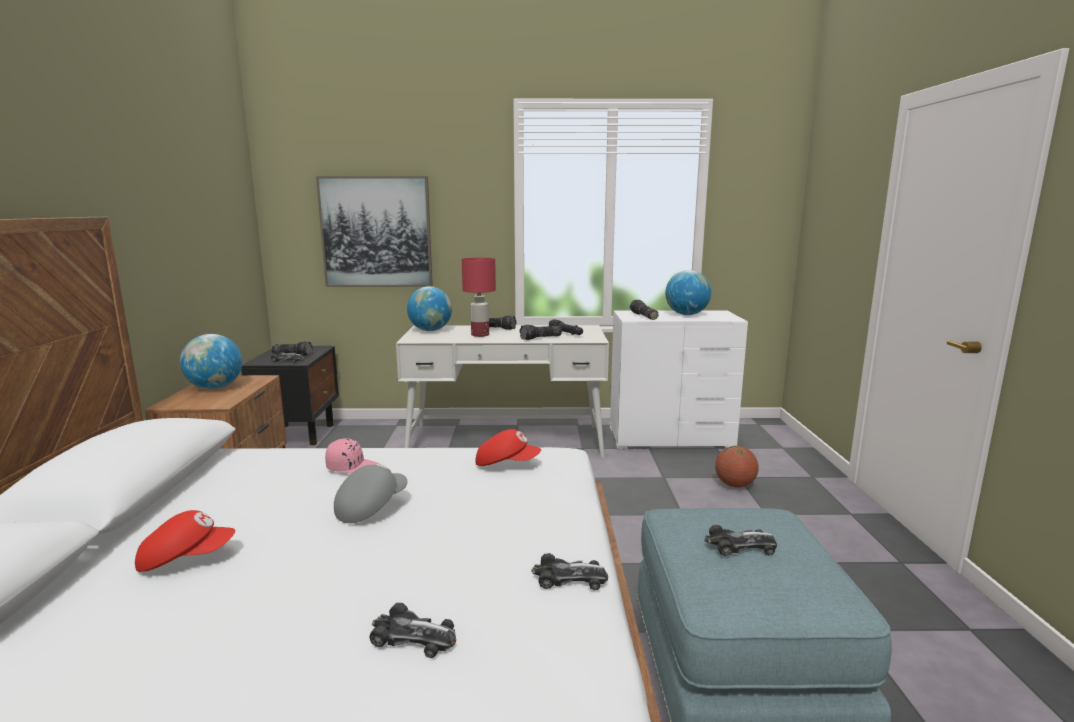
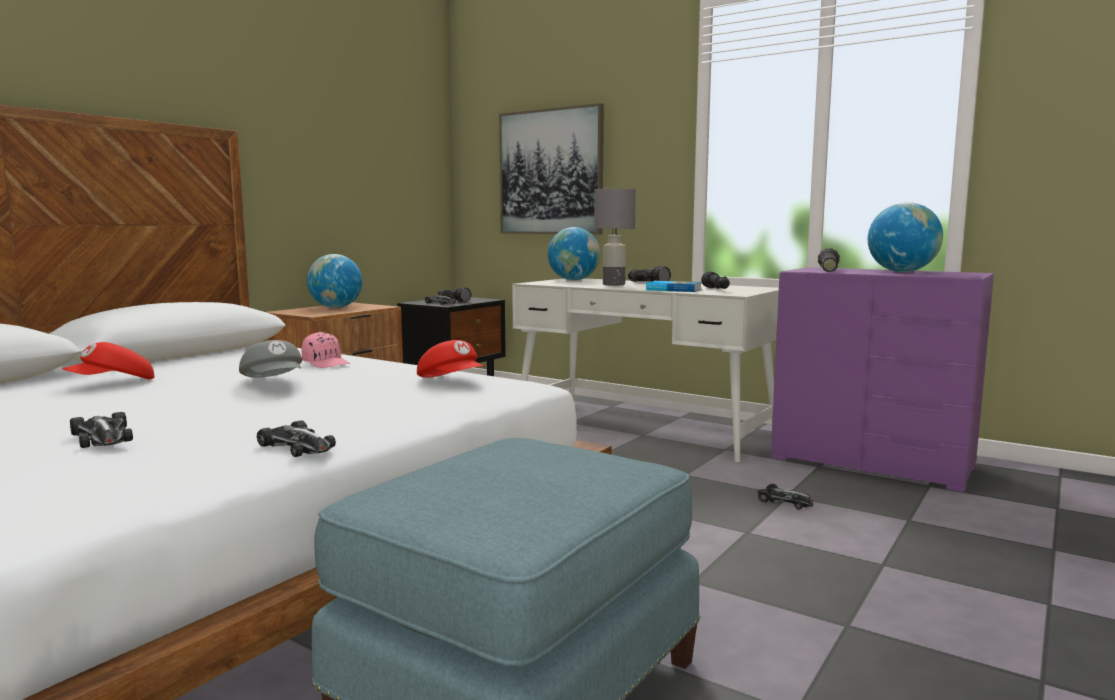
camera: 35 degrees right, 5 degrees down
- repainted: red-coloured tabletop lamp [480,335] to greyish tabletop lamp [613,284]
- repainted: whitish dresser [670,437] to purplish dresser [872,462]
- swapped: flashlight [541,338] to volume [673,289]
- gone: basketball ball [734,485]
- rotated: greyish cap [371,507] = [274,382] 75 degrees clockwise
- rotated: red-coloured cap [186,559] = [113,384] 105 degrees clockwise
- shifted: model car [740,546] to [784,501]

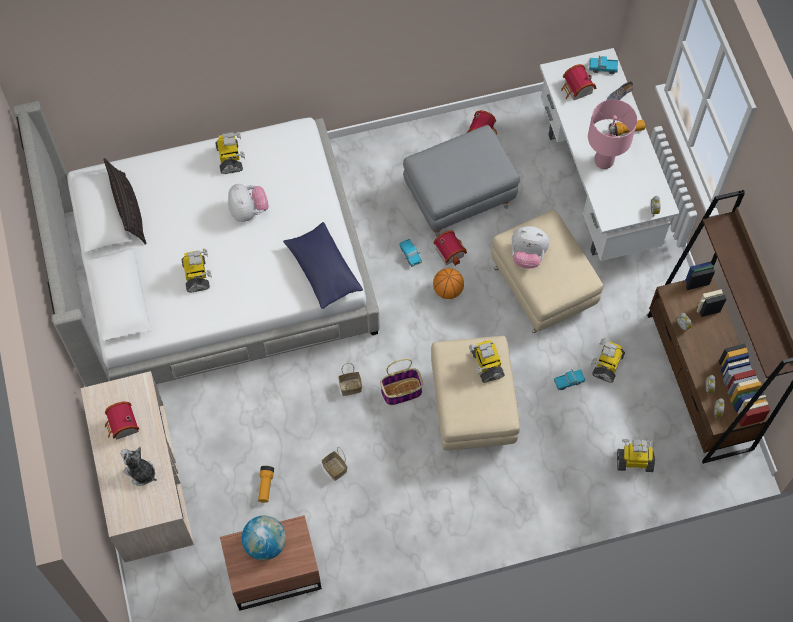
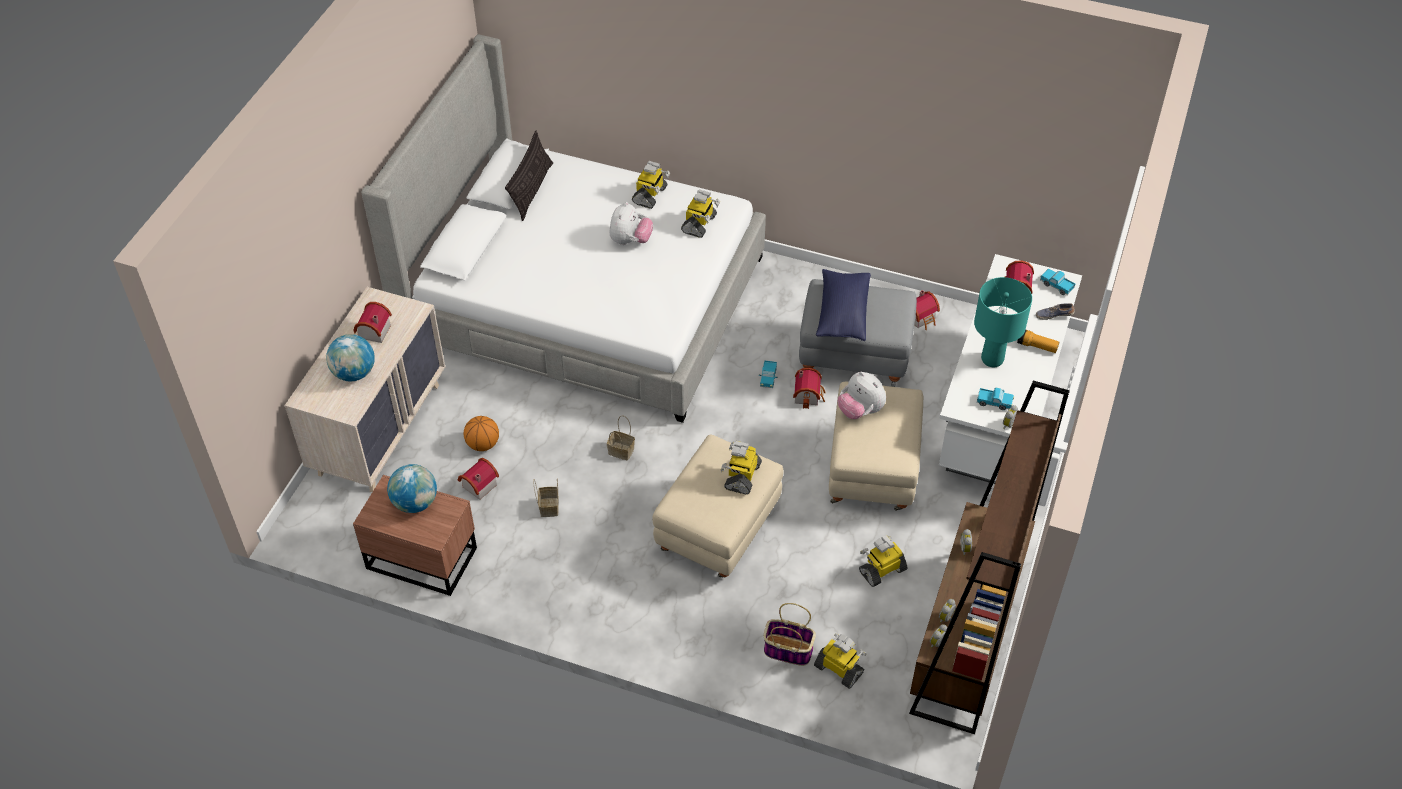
camera: 35 degrees right, 15 degrees down
- repainted: pink tabletop lamp [603,161] to turquoise-coloured tabletop lamp [991,359]
- shifted: blue-coloured throw pillow [323,271] to [842,313]
- shifted: toy robot [197,275] to [699,224]
- shifted: basketball ball [448,290] to [483,444]
- shifted: household basket [401,392] to [787,650]
- shifted: toy truck [569,381] to [994,403]
- swapped: cuddly toy [140,472] to desk globe [354,373]
- swapped: flashlight [265,486] to model house [477,485]

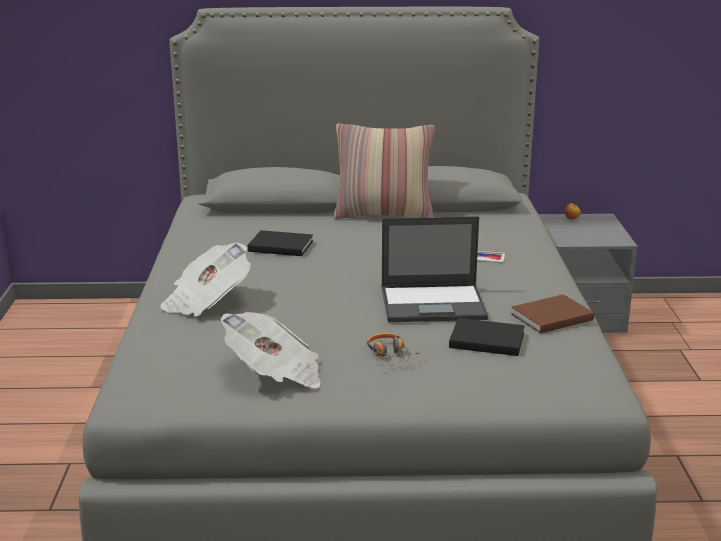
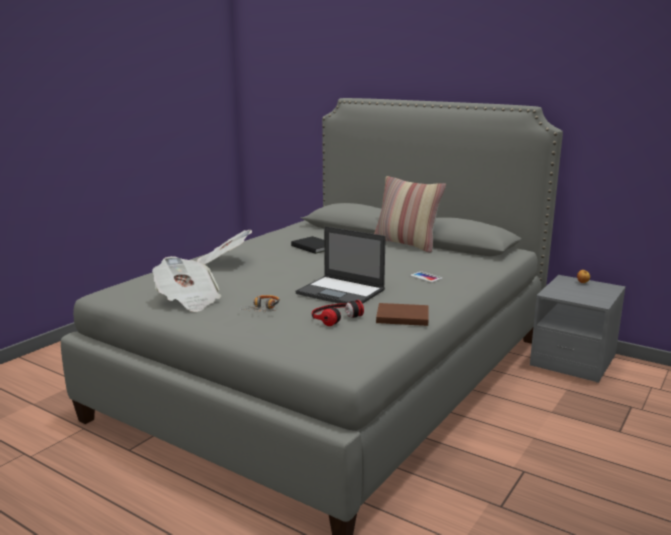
camera: 35 degrees right, 5 degrees down
- swapped: black-coloured volume [485,339] to headphones [334,316]

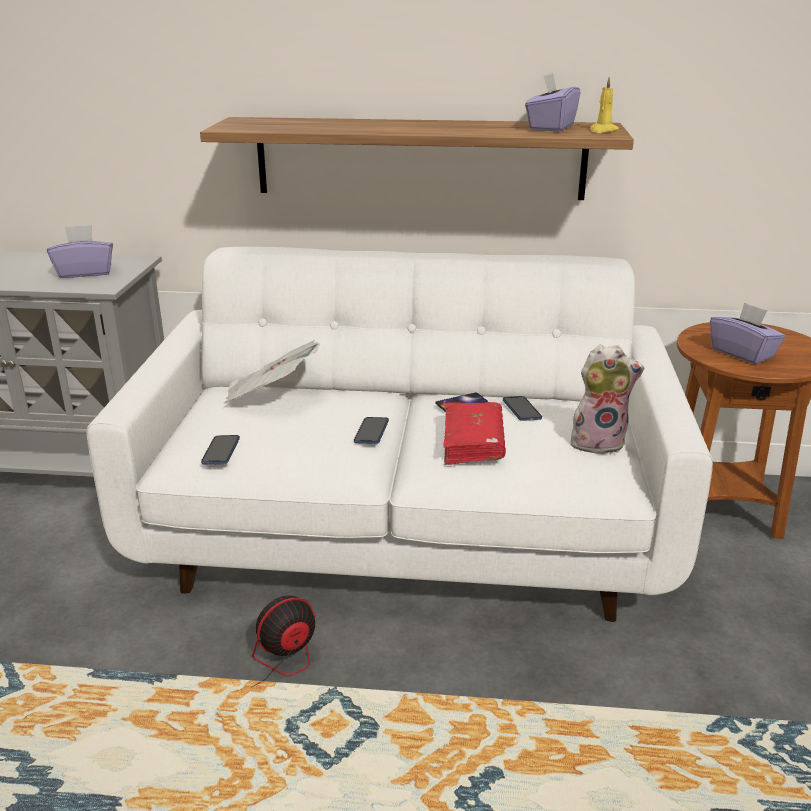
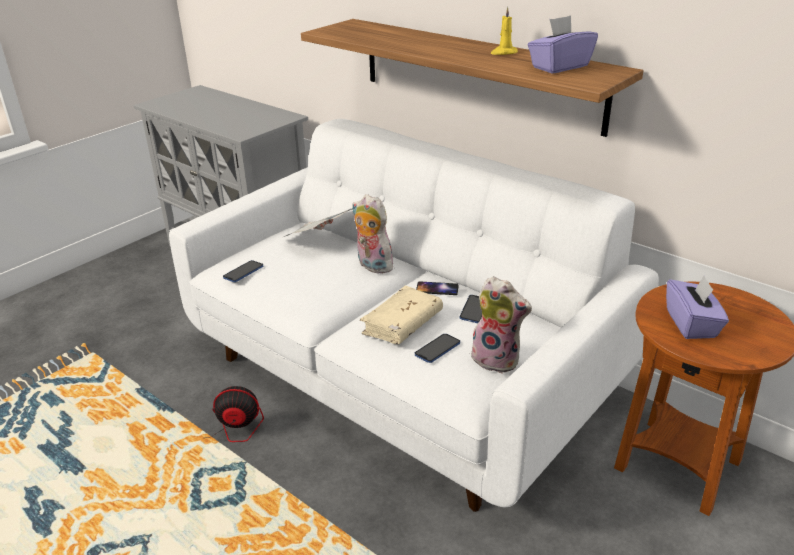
camera: 35 degrees right, 5 degrees up
- shifted: yellow-coloured wax candle [602,131] to [503,53]
- gone: purplish tissue box [85,272]
- repainted: red-coloured volume [473,443] to sand-coloured volume [402,324]
- shifted: telephone [371,432] to [437,349]
- new: cuddly toy [372,266]

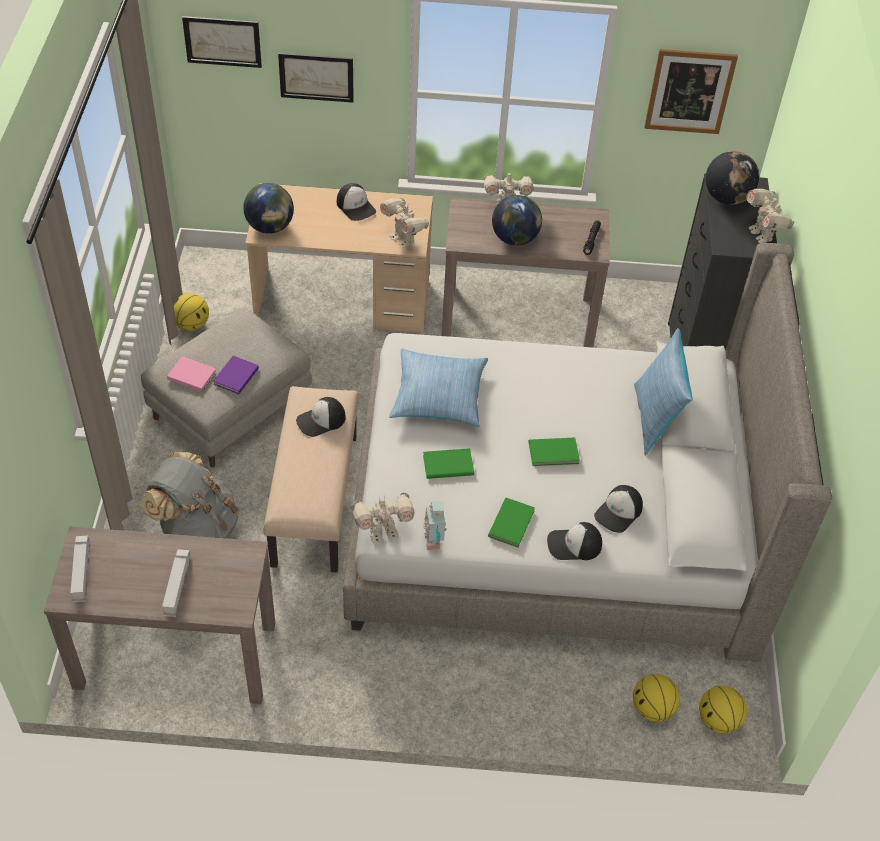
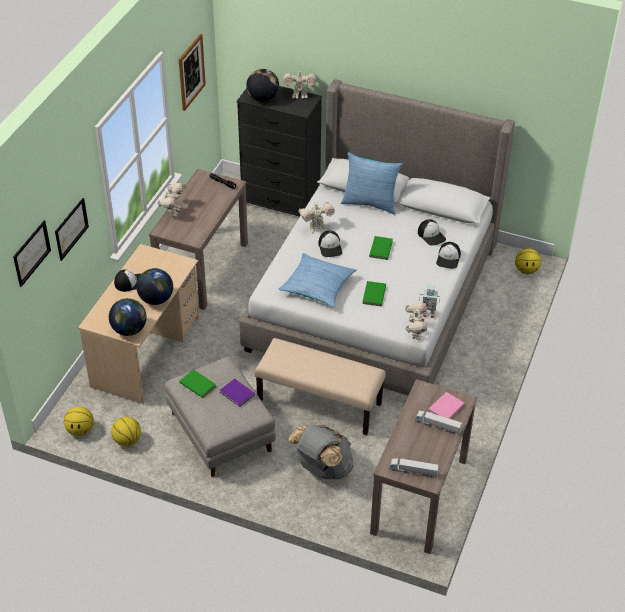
camera: 70 degrees left, 5 degrees down
- shifted: desk globe [515,238] to [156,299]
- shifted: toy robot [403,239] to [316,227]
- shifted: pink volume [191,374] to [445,408]
- shifted: cap [321,420] to [330,247]
- shifted: green-coloured volume [512,523] to [198,384]
- shifted: basketball ball [652,709] to [80,430]

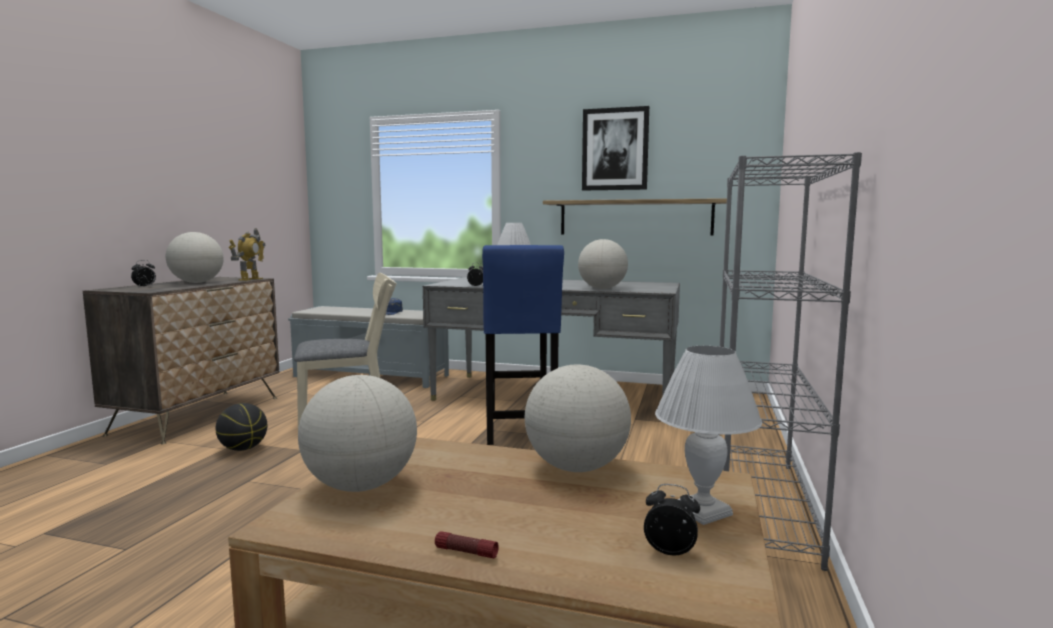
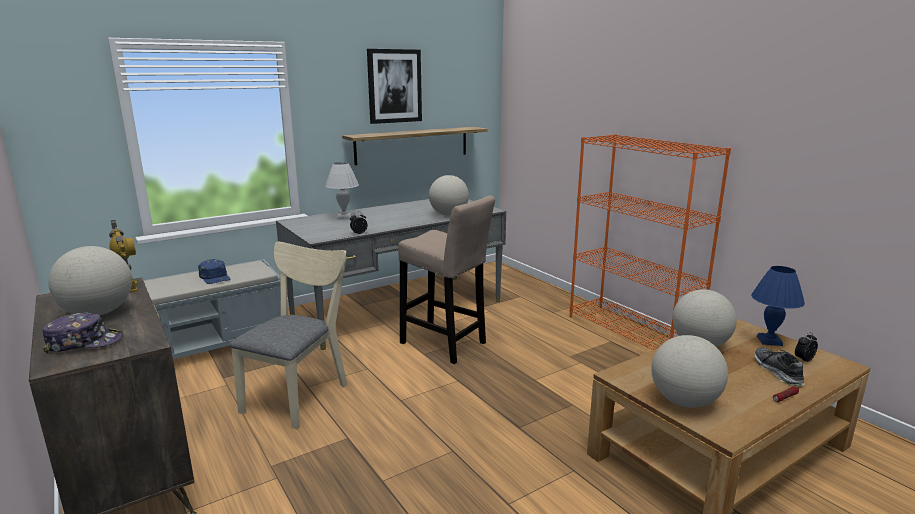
camera: 50 degrees left, 10 degrees up
- repainted: greyish bookshelf [761,505] to orange-coloured bookshelf [631,333]
- repainted: blue-coloured sitting stool [519,431] to sand-coloured sitting stool [446,345]
- swapped: alarm clock [145,287] to cap [84,342]
- repainted: whitish tabletop lamp [703,510] to blue-coloured tabletop lamp [768,340]
- gone: basketball ball [243,448]
- new: low shoe [777,372]

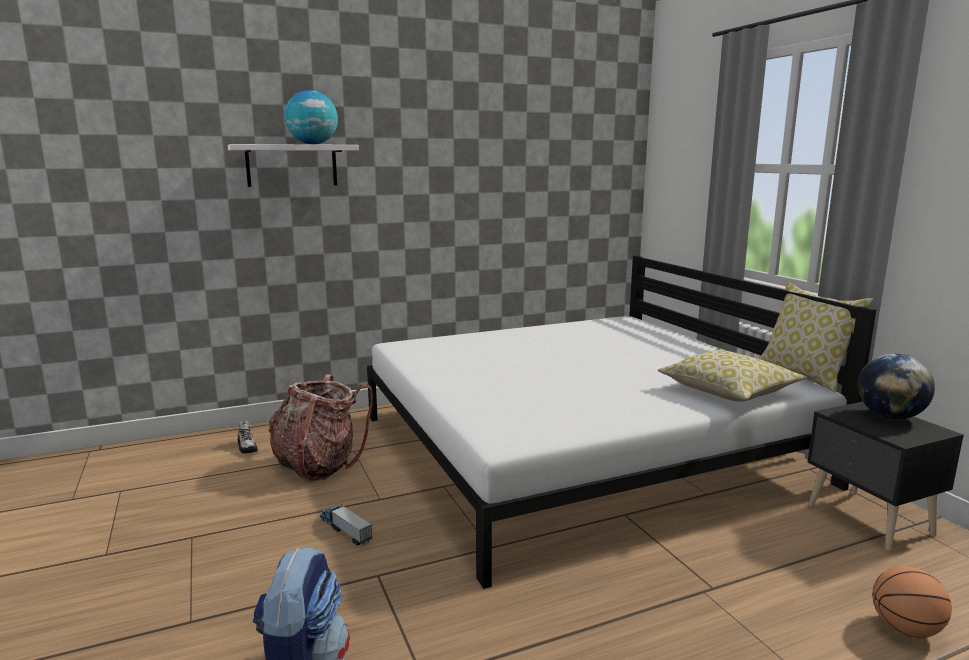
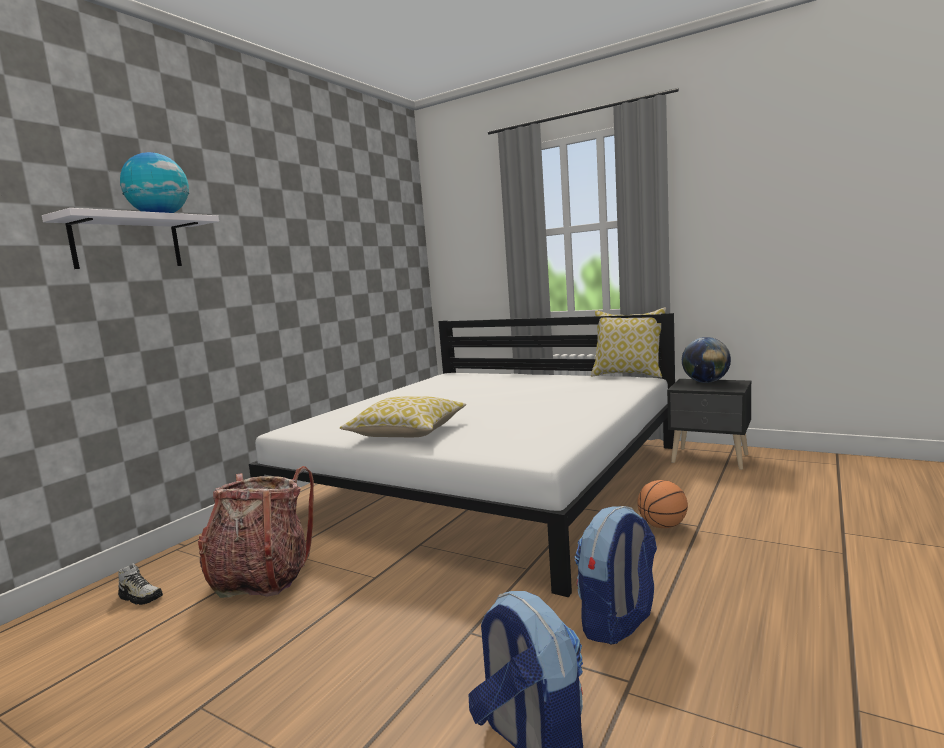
camera: 35 degrees left, 5 degrees down
- shifted: throw pillow [728,391] to [407,433]
- gone: toy truck [345,530]
- shifted: basketball ball [905,629] to [662,526]
- new: rucksack [618,623]

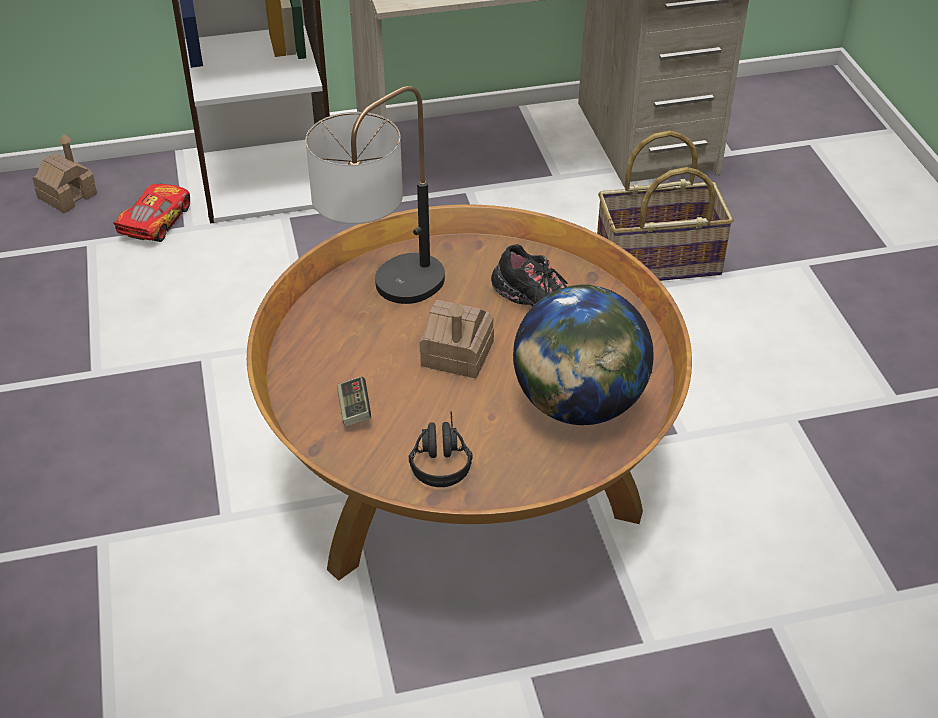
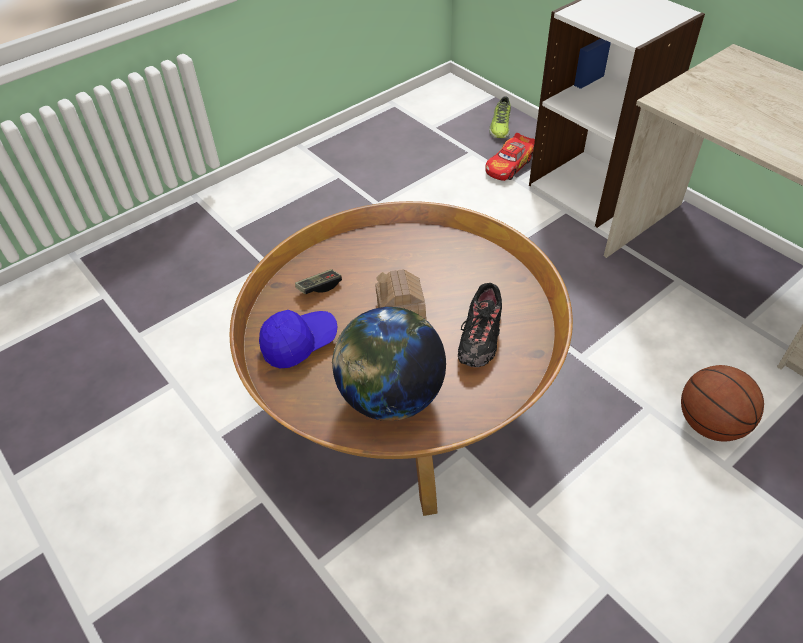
camera: 65 degrees right, 5 degrees up
- gone: tabletop lamp [384,298]
- swapped: household basket [658,263] to basketball ball [709,423]
- swapped: model house [67,195] to low shoe [500,126]
- rotated: model car [155,222] = [509,165] 135 degrees clockwise
- swapped: black-coloured headphones [440,457] to blue-coloured cap [299,344]

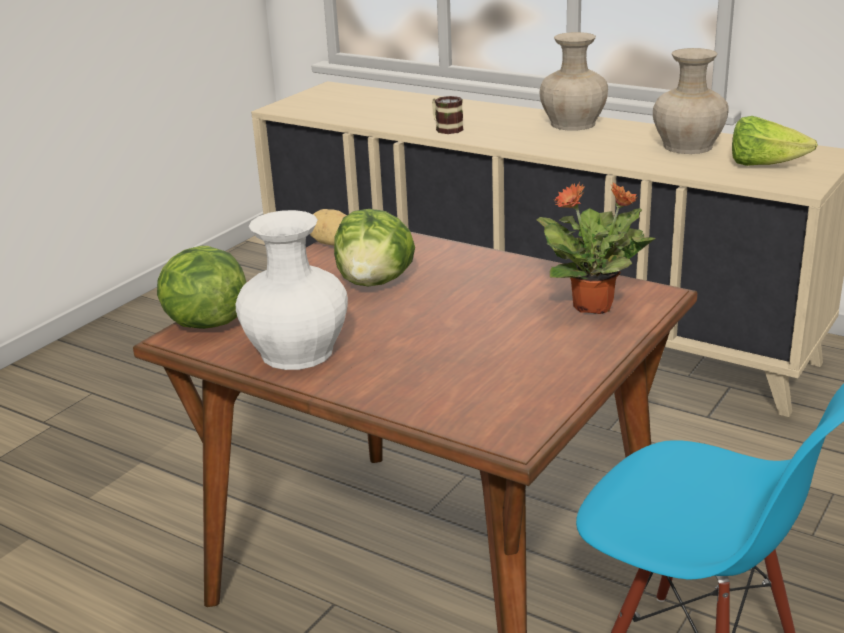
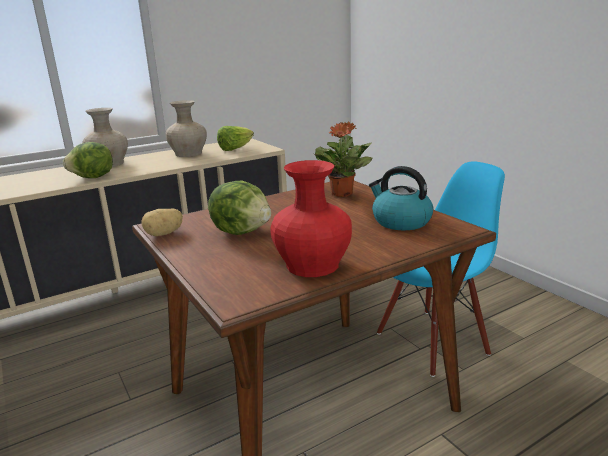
camera: 65 degrees left, 5 degrees down
- gone: coffee mug [445,128]
- repainted: whitish flower vase [299,352] to red-coloured flower vase [313,264]
- shifted: lettuce [204,323] to [93,178]
- new: water kettle [400,221]

